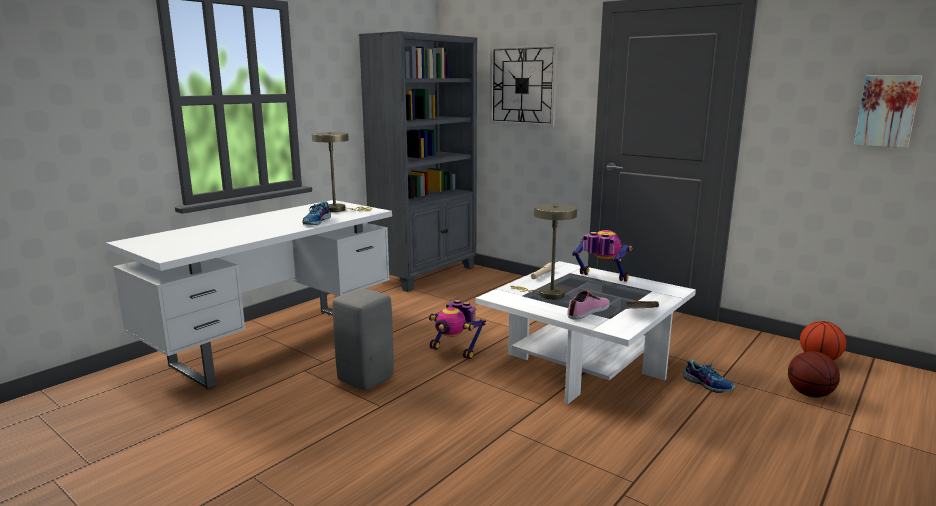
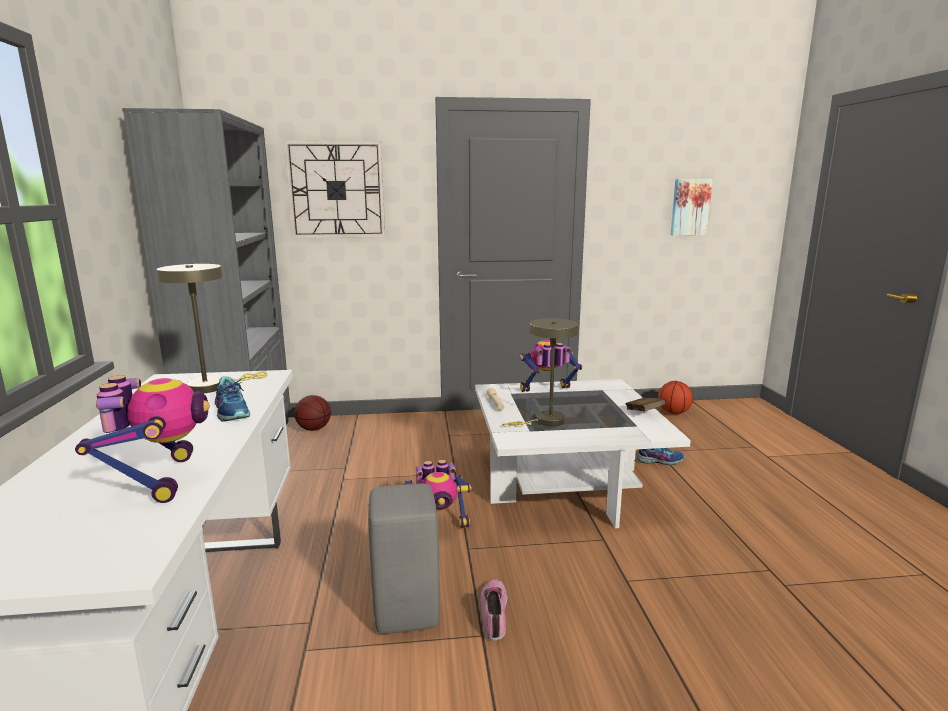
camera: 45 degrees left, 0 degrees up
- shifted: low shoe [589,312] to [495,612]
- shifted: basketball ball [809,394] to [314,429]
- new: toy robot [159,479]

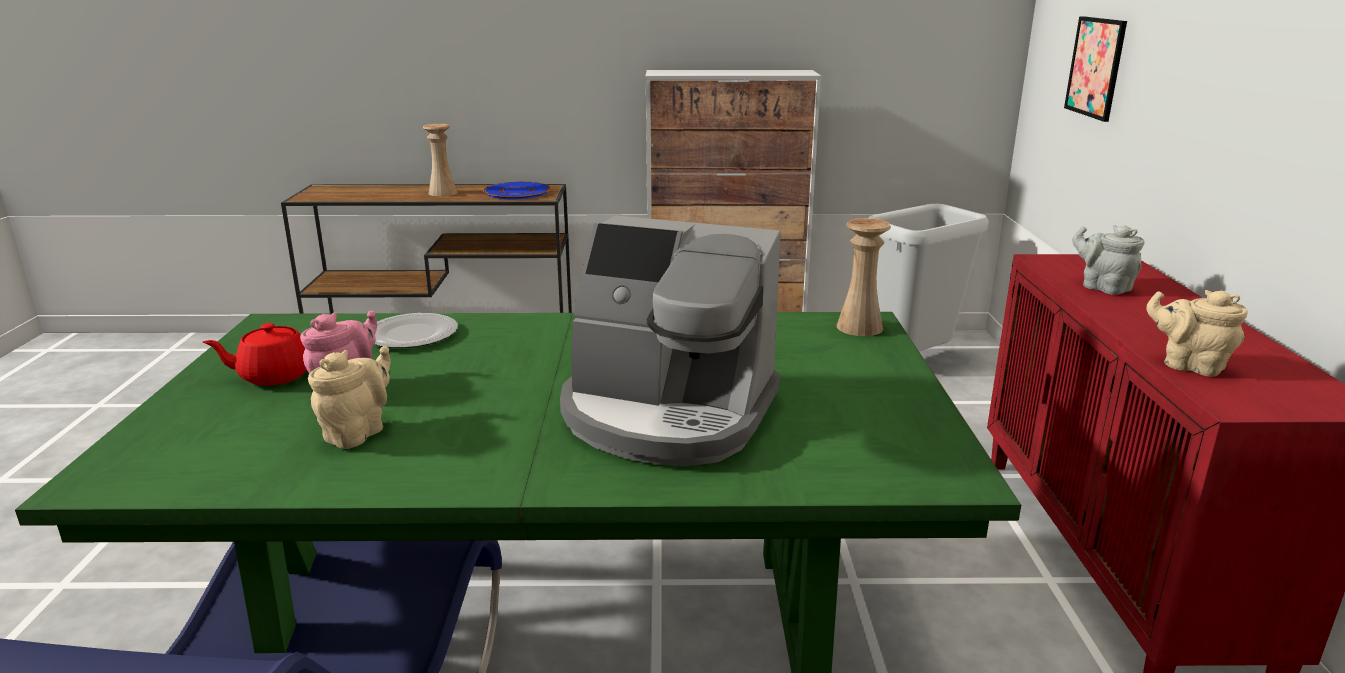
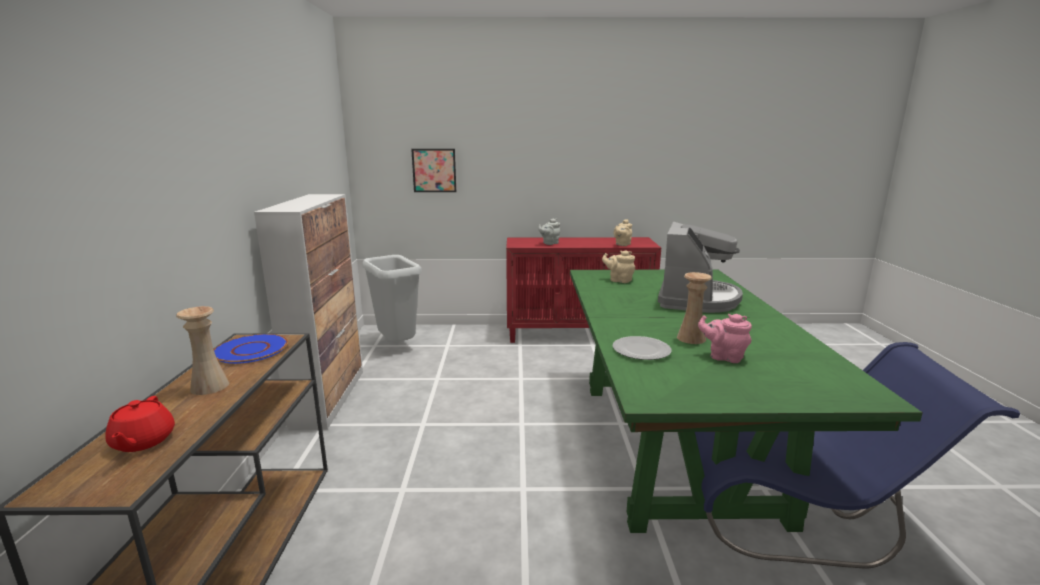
camera: 90 degrees left, 5 degrees down
- shifted: sand-coloured flower vase [859,327] to [691,338]
- shifted: red-coloured tea pot [274,376] to [142,442]
- shifted: sand-coloured tea pot [358,432] to [619,280]

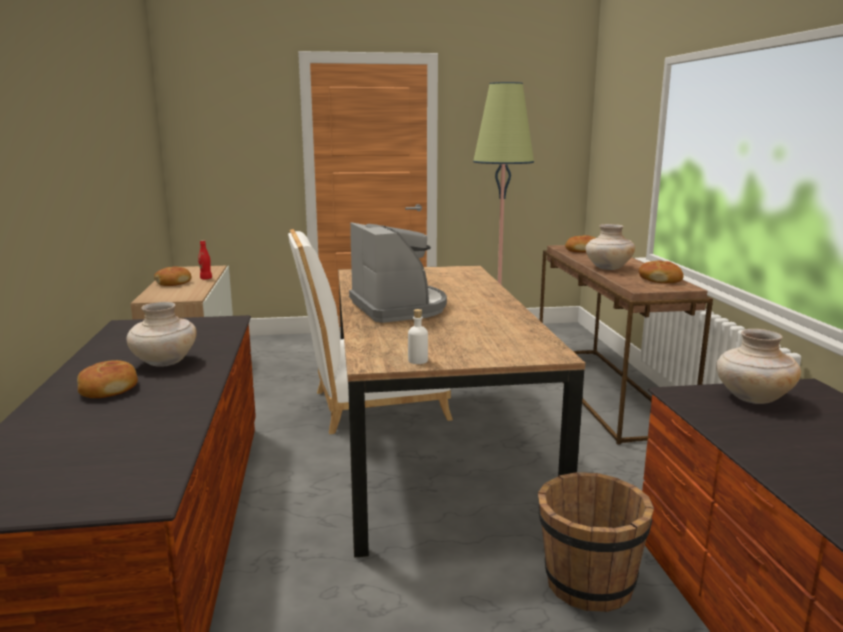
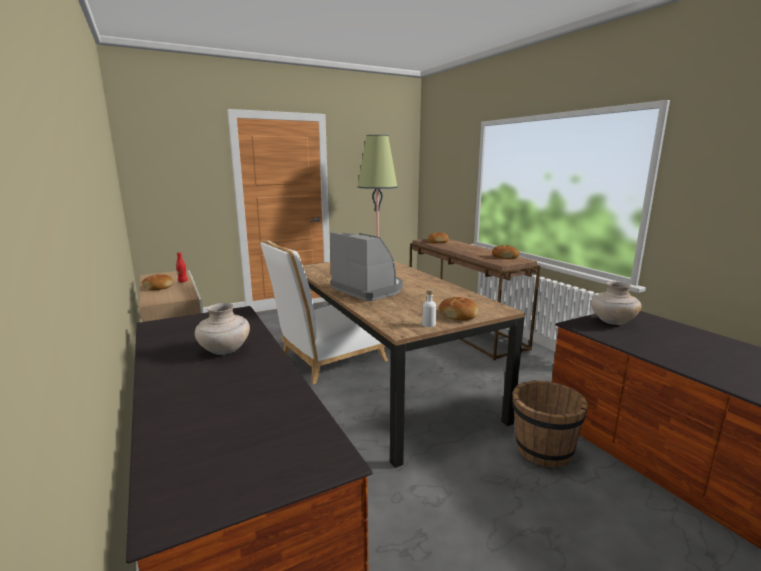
camera: 20 degrees left, 0 degrees up
- gone: sand-coloured flower vase [608,268]
- shifted: bread [109,388] to [458,315]

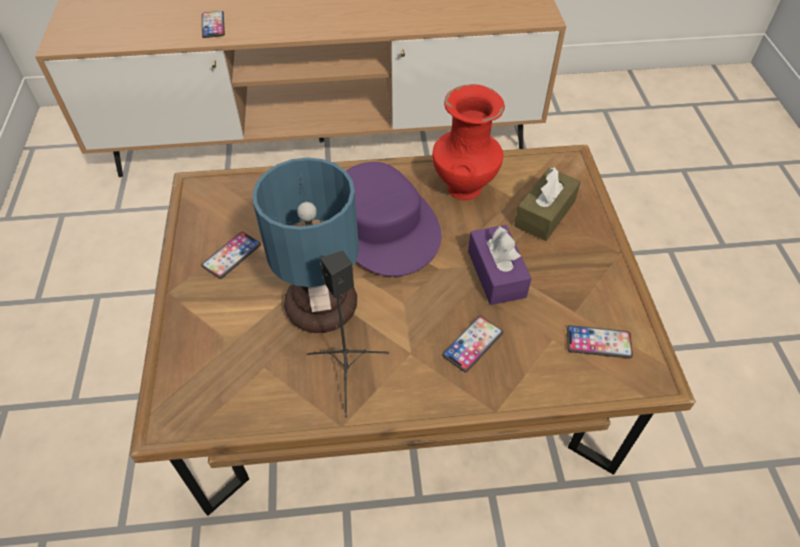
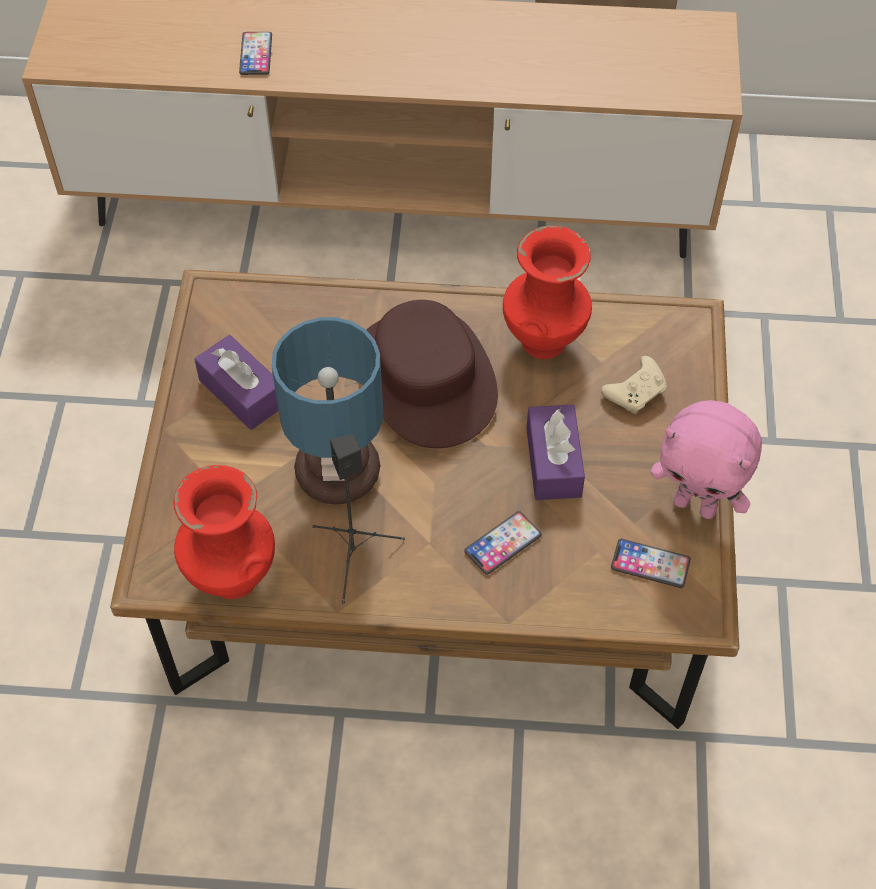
camera: 10 degrees right, 5 degrees up
- repainted: purplish clothing hat [379,225] to brown clothing hat [425,378]
- swapped: brown tissue box [544,214] to sand-coloured game controller [636,391]
- swapped: telephone [231,255] to purplish tissue box [242,392]
- new: pink cuddly toy [696,505]
- new: red-coloured flower vase [231,576]

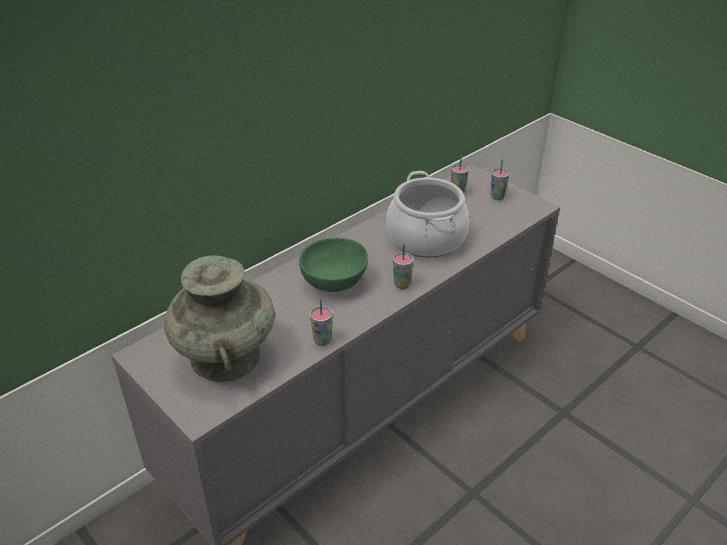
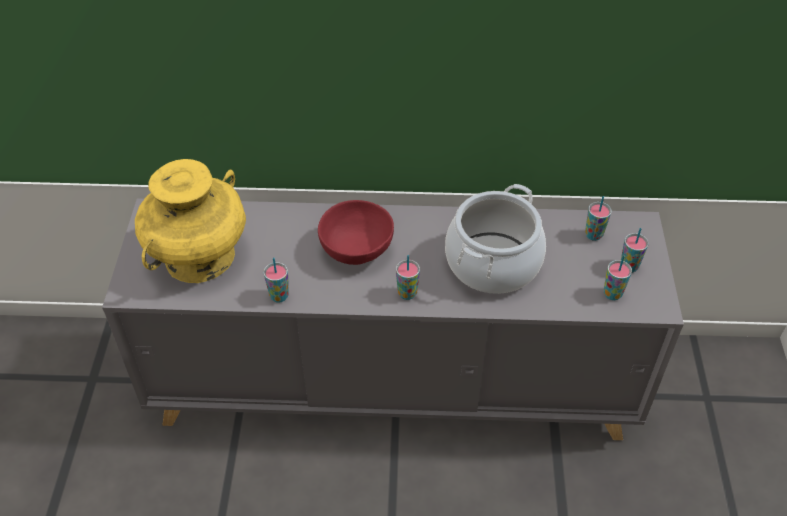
camera: 45 degrees right, 10 degrees up
- repainted: green-coloured serving bowl [336,282] to red-coloured serving bowl [357,251]
- repainted: turquoise-coloured flower vase [225,356] to yellow-coloured flower vase [200,256]
- new: small cup [612,294]

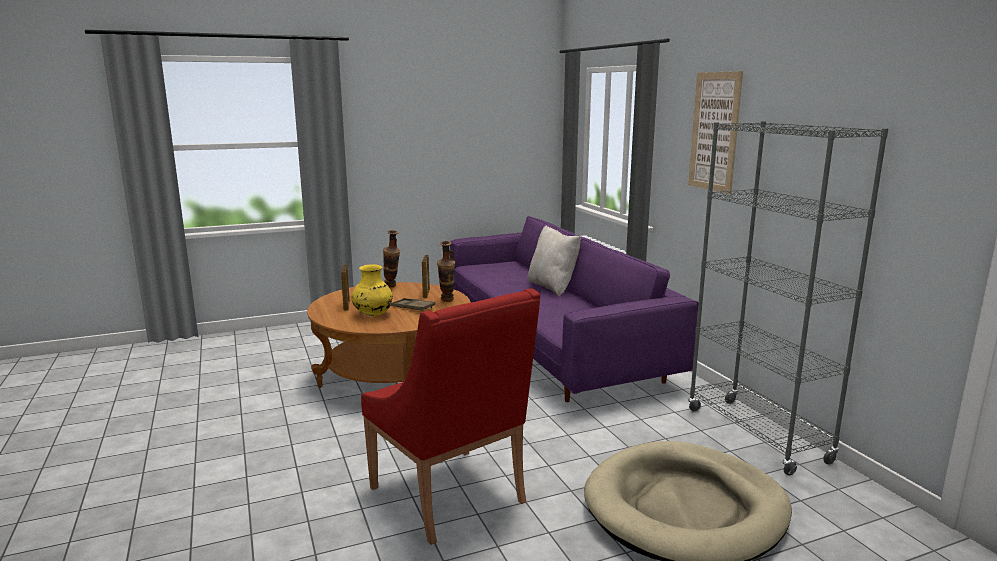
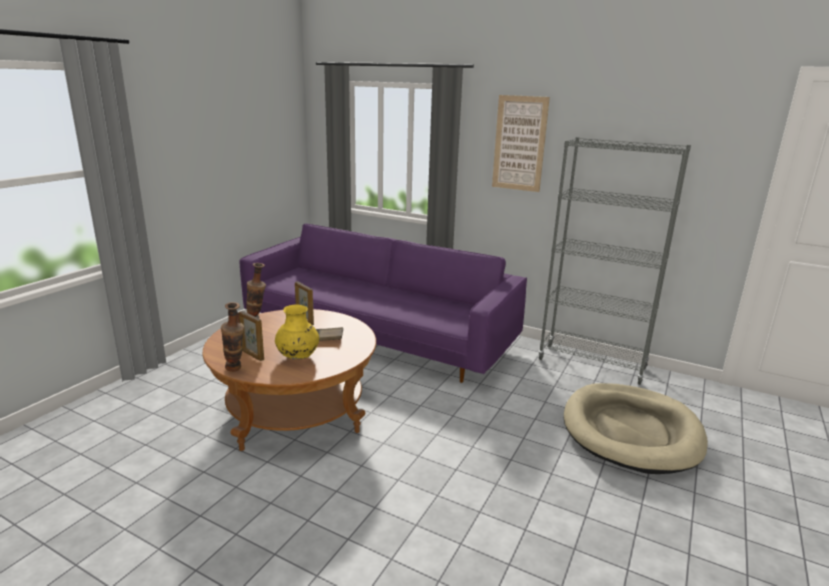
camera: 40 degrees left, 5 degrees up
- gone: sand-coloured throw pillow [552,287]
- shifted: flower vase [447,301] to [235,370]
- gone: red-coloured armchair [451,496]

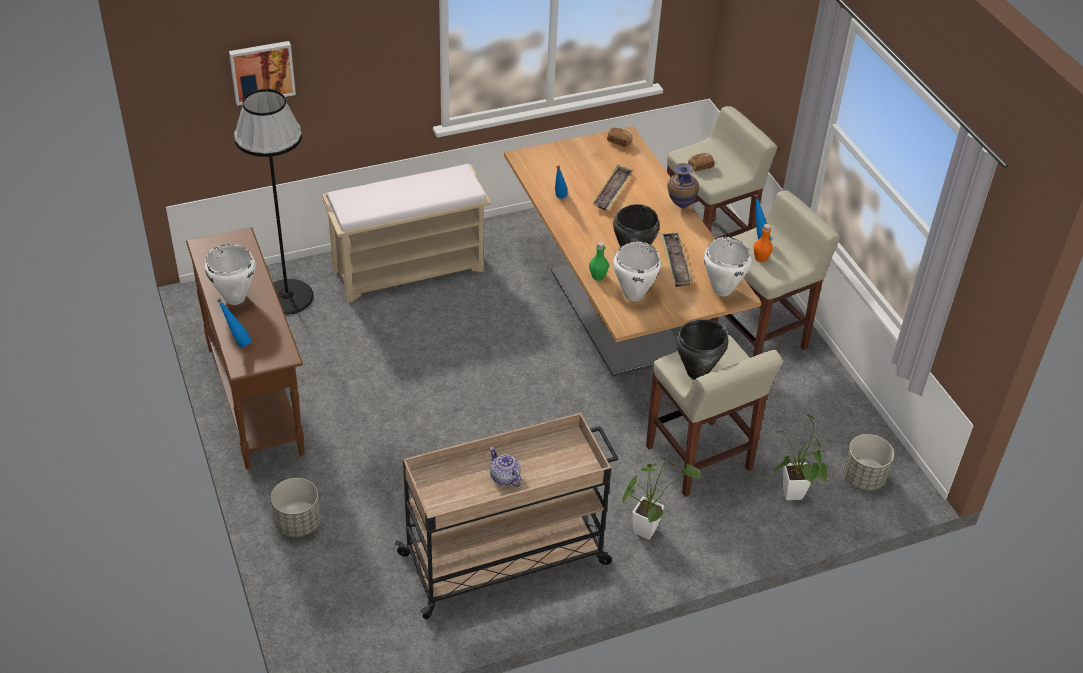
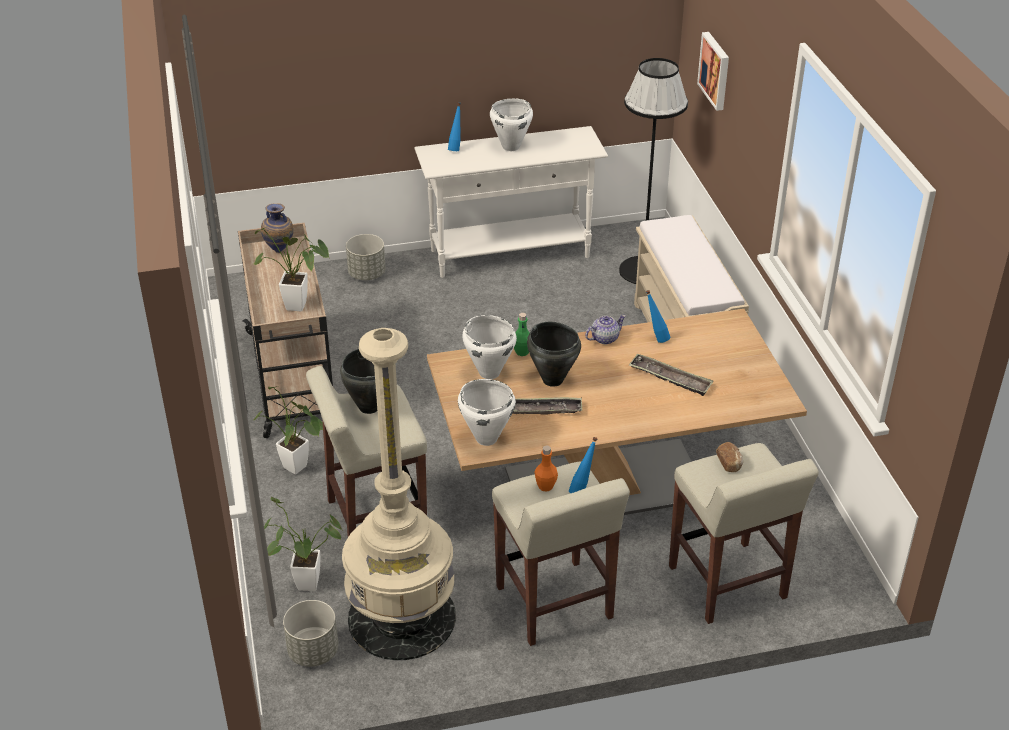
camera: 100 degrees right, 5 degrees down
- gone: bread [619,142]
- shifted: flower vase [680,206] to [280,250]
- repainted: brown hall table [255,399] to whitish hall table [510,254]
- shifted: tea pot [504,477] to [604,338]
- new: potted plant [301,307]
- new: sand-coloured standard lamp [402,617]

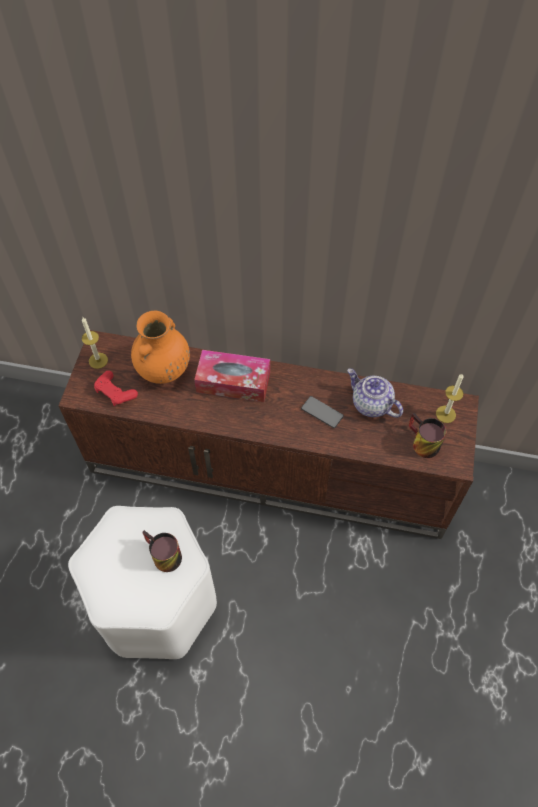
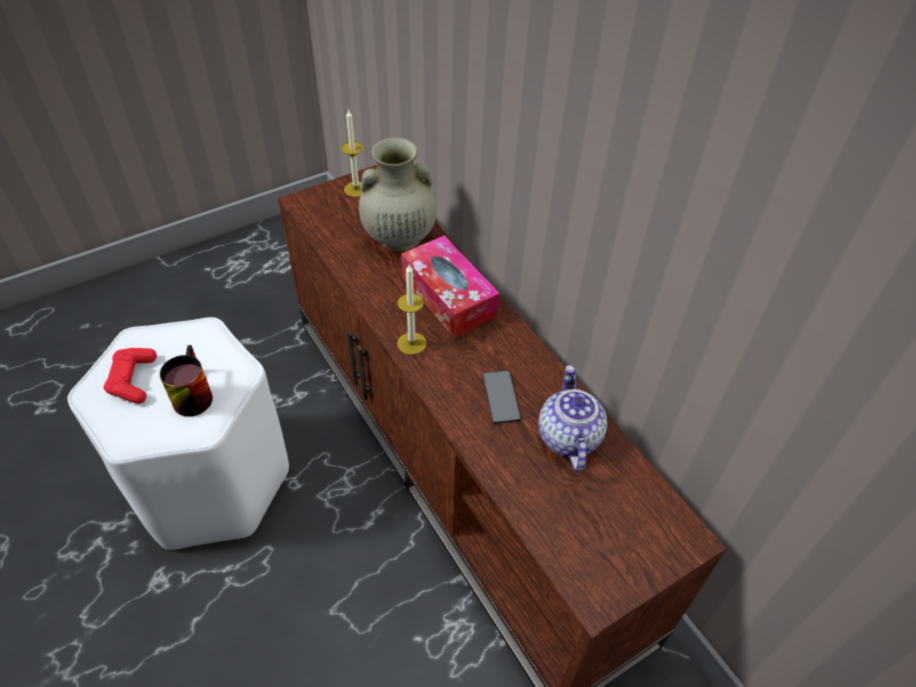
camera: 45 degrees right, 10 degrees down
- repainted: orange-coloured flower vase [163,371] to sand-coloured flower vase [398,238]
- shifted: red-coloured game controller [115,392] to [133,380]
- shifted: wax candle [445,414] to [411,343]
- gone: coffee mug [421,443]

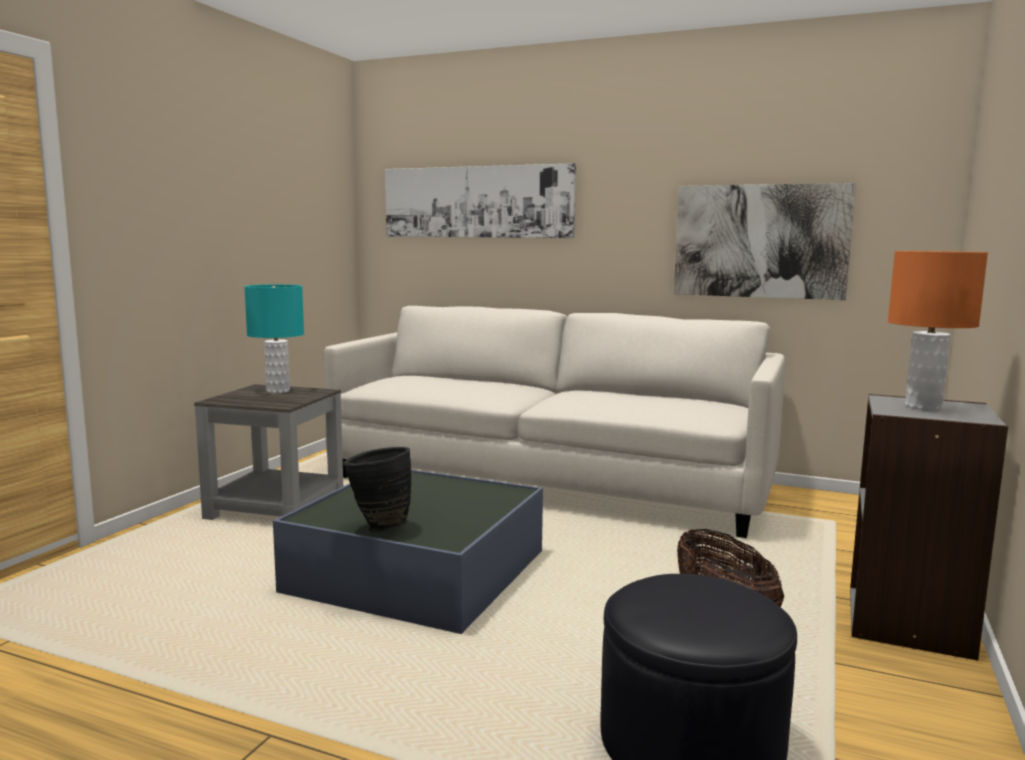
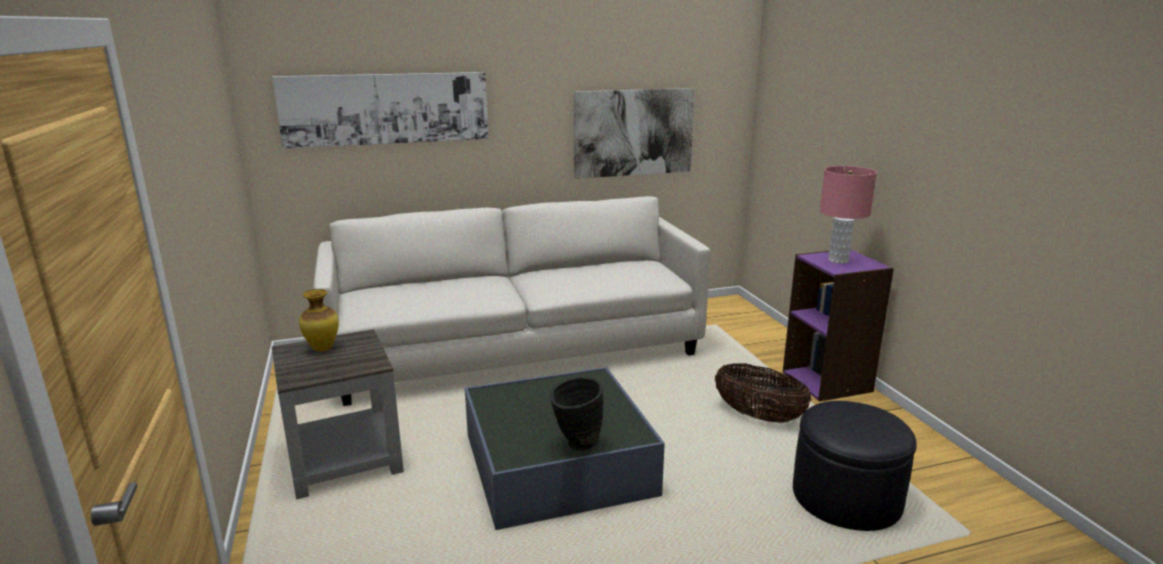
camera: 40 degrees left, 10 degrees up
- repainted: orange-coloured tabletop lamp [923,407] to pink tabletop lamp [838,260]
- swapped: turquoise-coloured tabletop lamp [278,391] to flower vase [323,349]
- repainted: greyish bookshelf [910,623] to purplish bookshelf [827,381]

